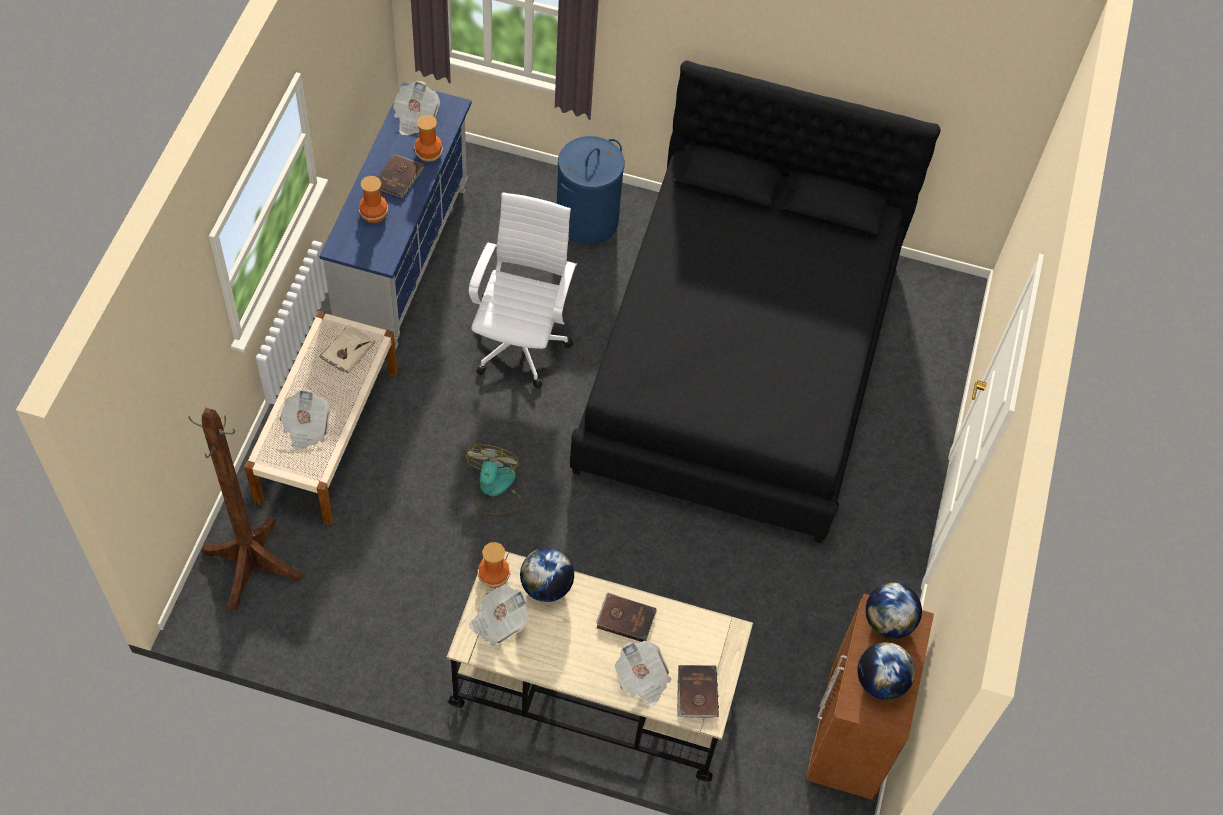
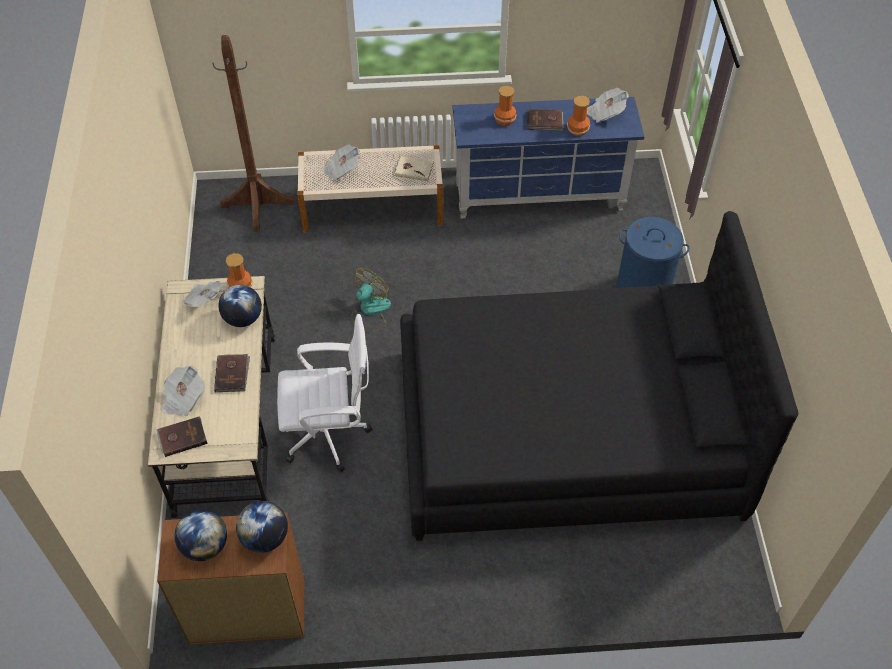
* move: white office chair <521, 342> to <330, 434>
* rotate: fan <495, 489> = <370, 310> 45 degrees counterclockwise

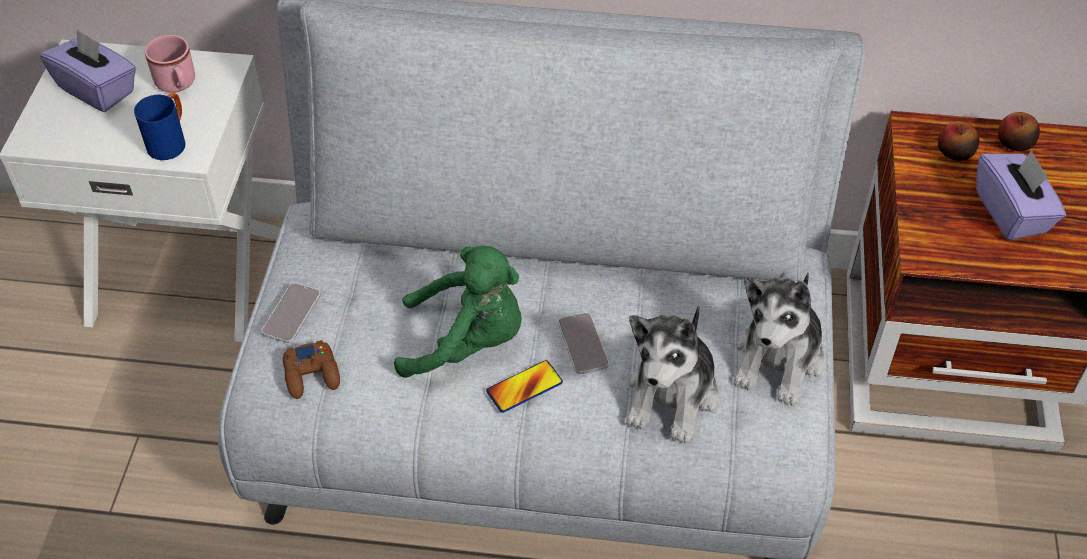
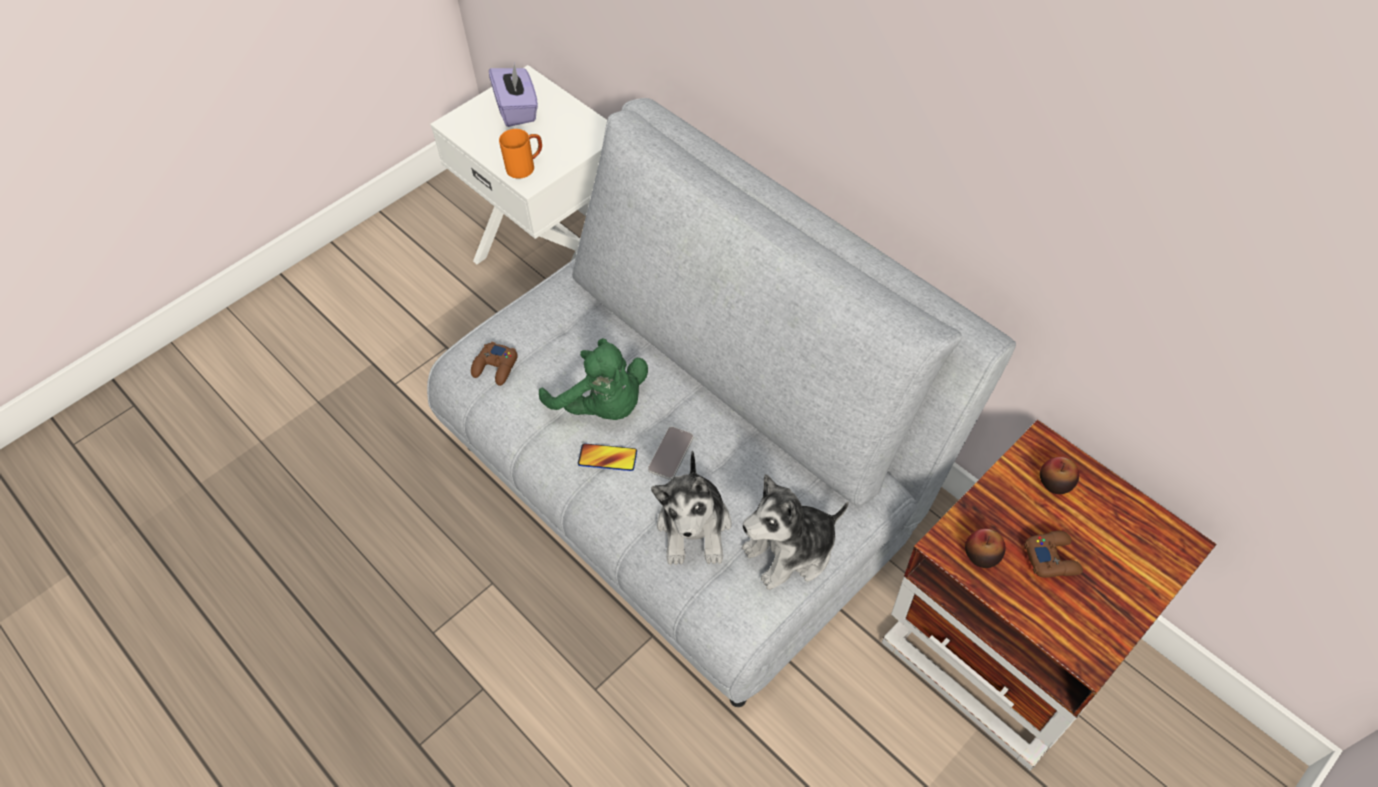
* delete: pink mug <177, 85>
* delete: phone <291, 313>
* move: apple <1014, 143> to <981, 555>
* replace: purple tissue box <1011, 213> to brown game controller <1052, 558>
* recolor: blue mug <170, 142> to orange mug <525, 167>
* rotate: plush toy <673, 395> = <694, 527> 60 degrees counterclockwise

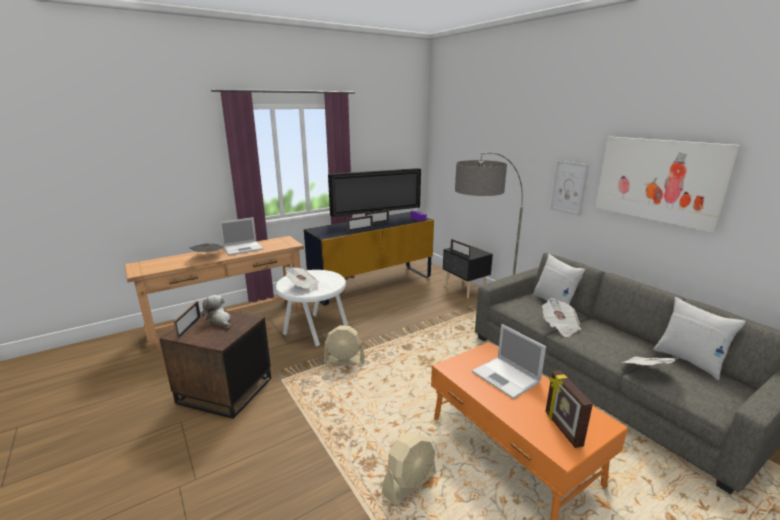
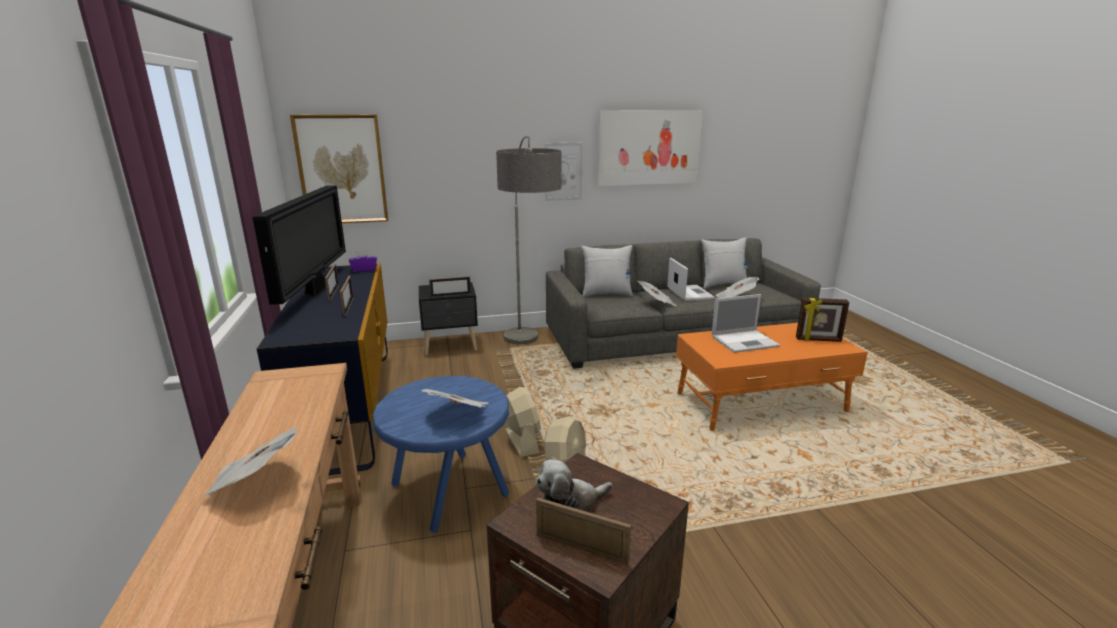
* insert: picture <342, 170>
* move: laptop <243, 248> to <689, 293>
* move: beige fan <409, 483> to <521, 440>
* recolor: white side table <314, 330> to blue side table <449, 492>

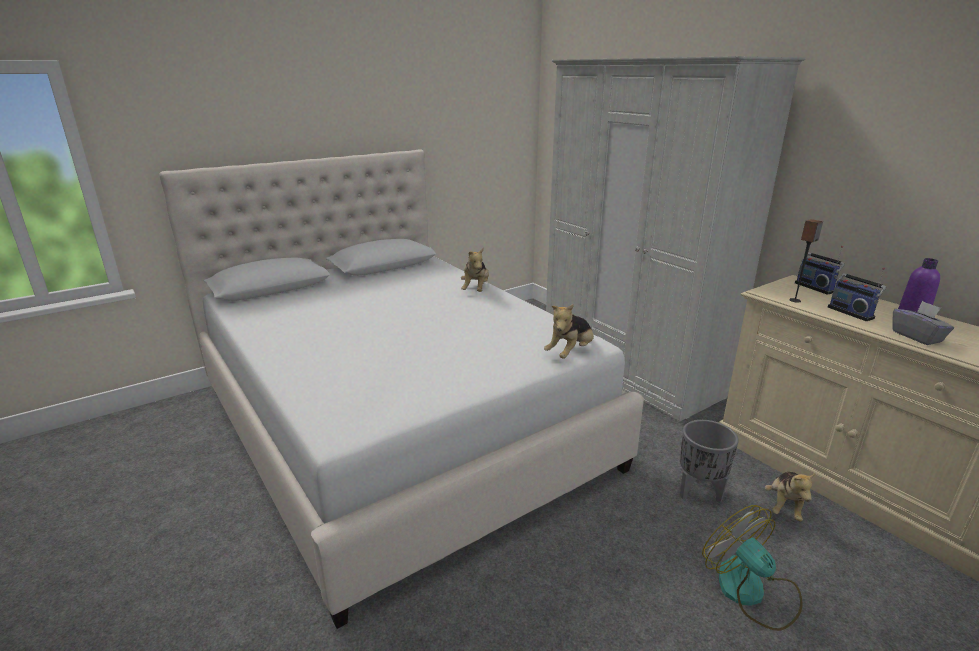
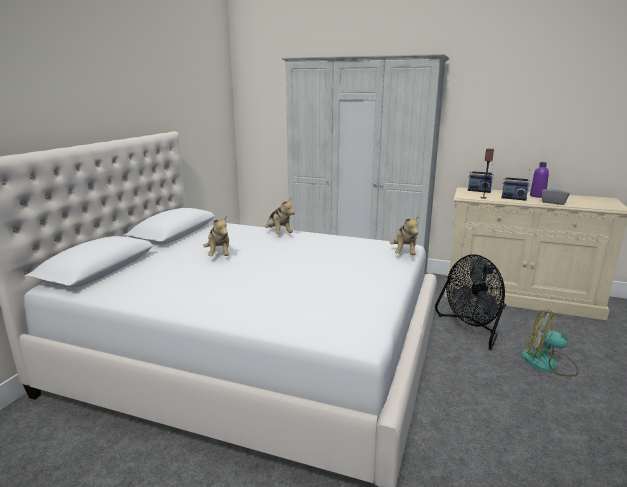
* move: plush toy <784, 506> to <219, 255>
* replace: grey planter <699, 492> to black fan <472, 327>

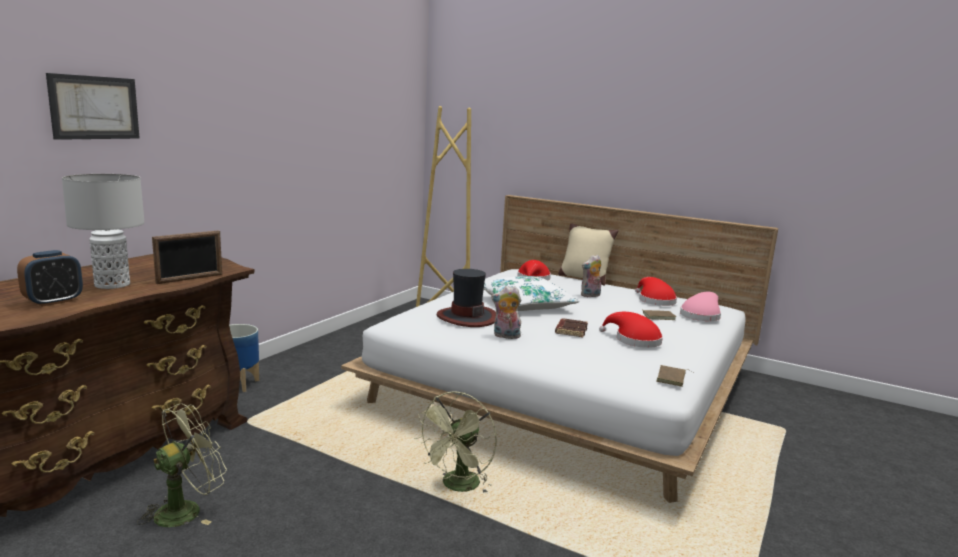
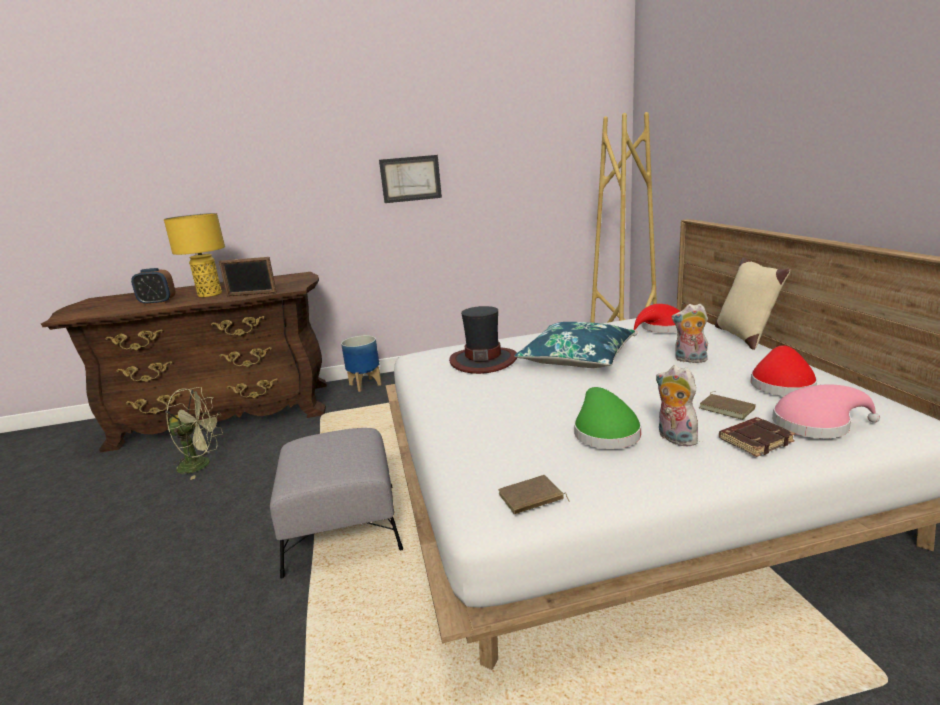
* move: picture <94, 107> to <410, 179>
* move: plush toy <505, 336> to <674, 438>
* move: brown book <570, 330> to <755, 440>
* replace: green fan <458, 487> to grey ottoman <342, 528>
* recolor: white table lamp <112, 284> to yellow table lamp <210, 294>
* recolor: white pillow <525, 304> to blue pillow <576, 357>
* recolor: red hat <634, 340> to green hat <604, 432>

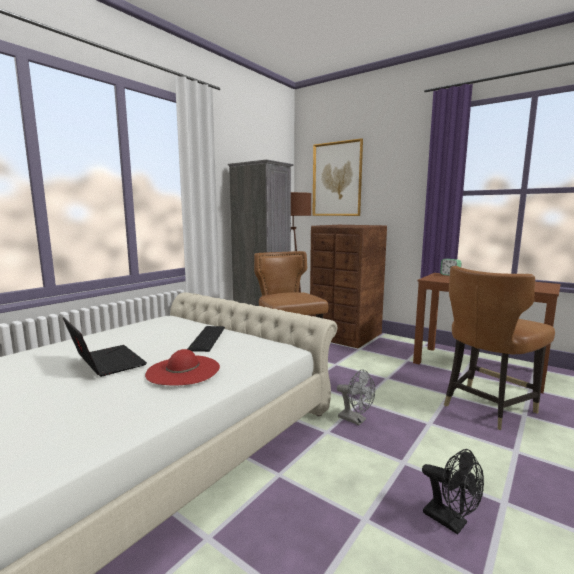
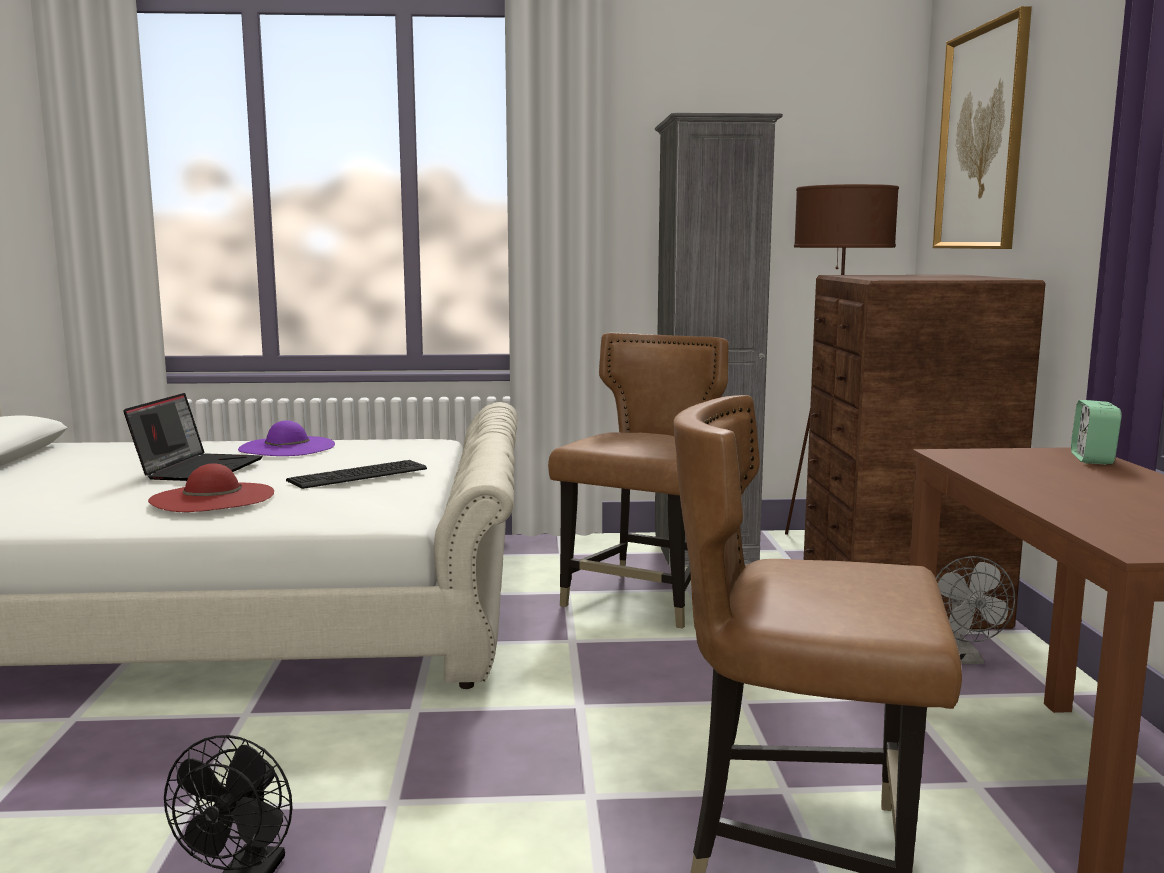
* insert: purple hat <287, 447>
* move: grey fan <356, 420> to <964, 658>

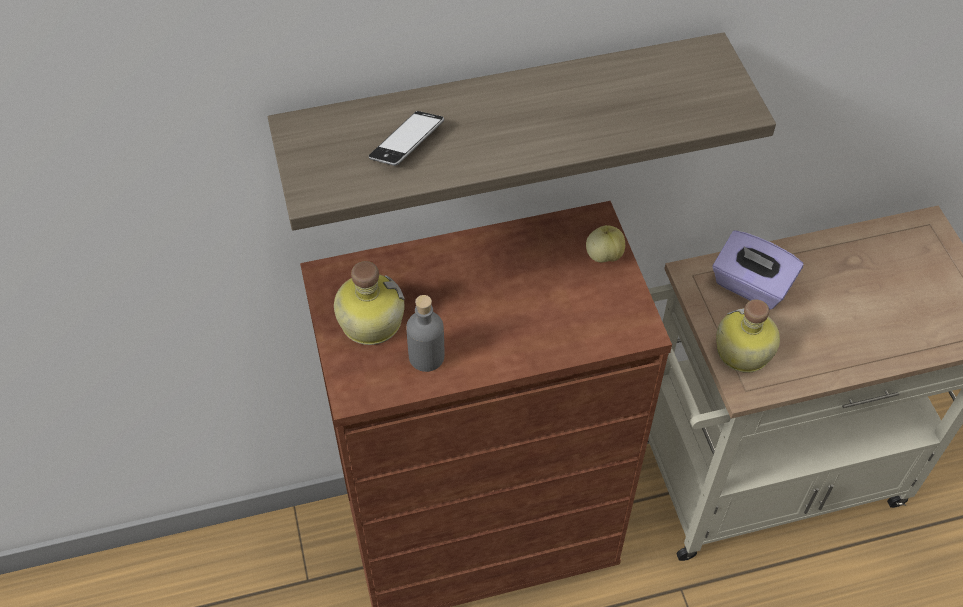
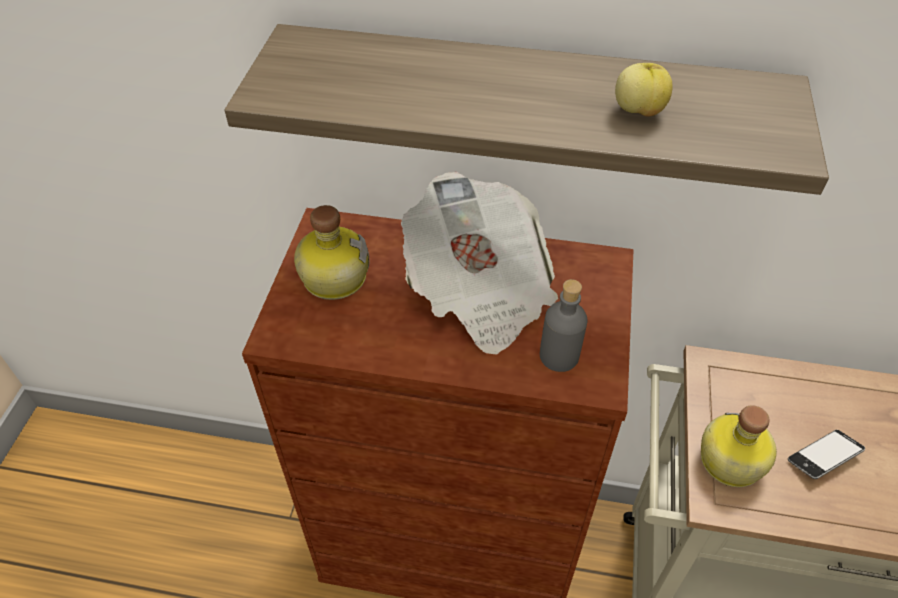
* delete: purple tissue box <750, 286>
* insert: newspaper <479, 291>
* move: phone <407, 143> to <823, 457>
* move: grey bottle <426, 357> to <559, 356>
* move: apple <604, 255> to <638, 110>

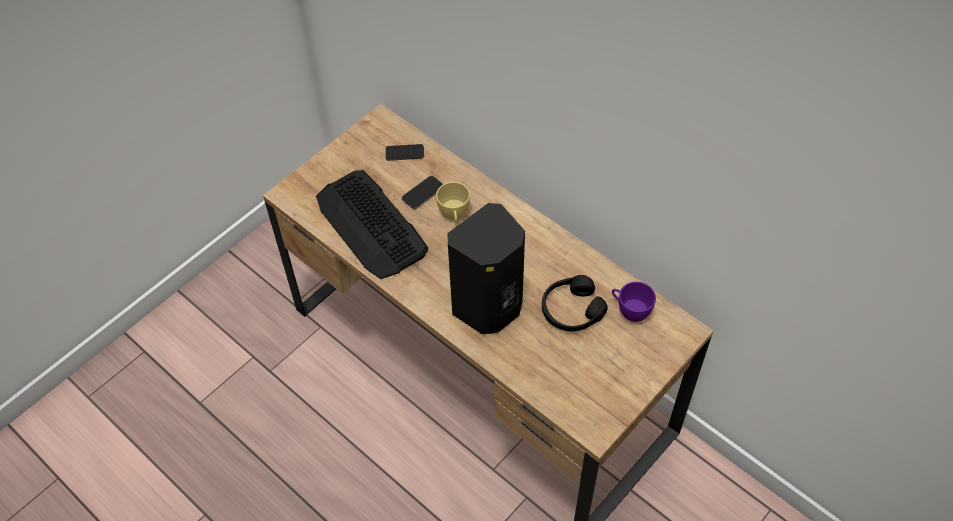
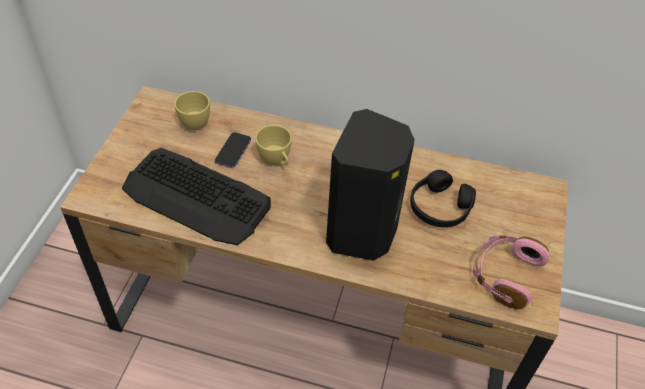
* delete: purple cup <630, 311>
* insert: pink headphones <504, 275>
* replace: phone <404, 153> to yellow cup <193, 121>

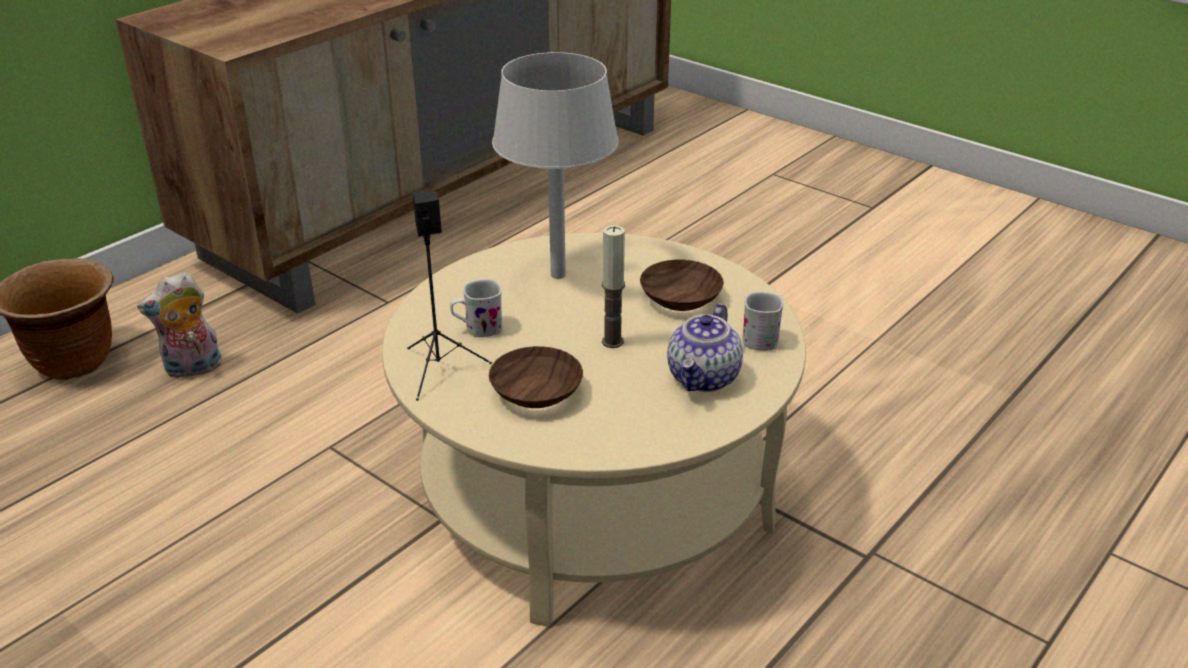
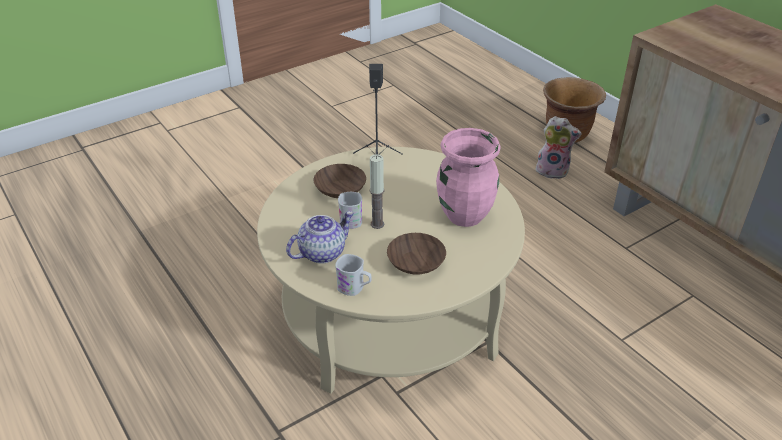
* move: white mug <477, 329> to <351, 219>
* replace: grey table lamp <557, 275> to pink vase <465, 215>
* rotate: plush toy <193, 369> = <553, 171> 120 degrees clockwise
* rotate: teapot <704, 378> = <322, 252> 105 degrees clockwise

